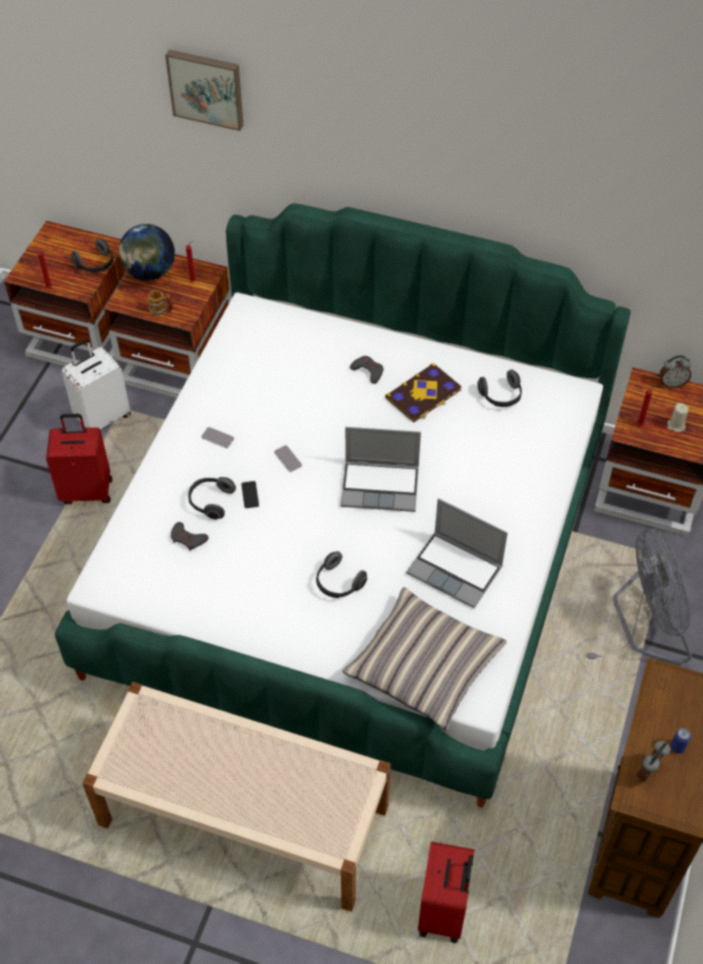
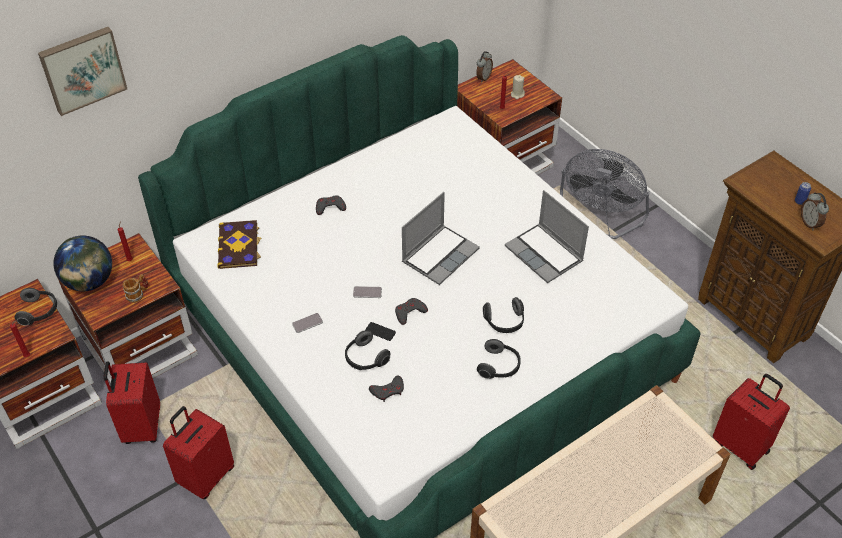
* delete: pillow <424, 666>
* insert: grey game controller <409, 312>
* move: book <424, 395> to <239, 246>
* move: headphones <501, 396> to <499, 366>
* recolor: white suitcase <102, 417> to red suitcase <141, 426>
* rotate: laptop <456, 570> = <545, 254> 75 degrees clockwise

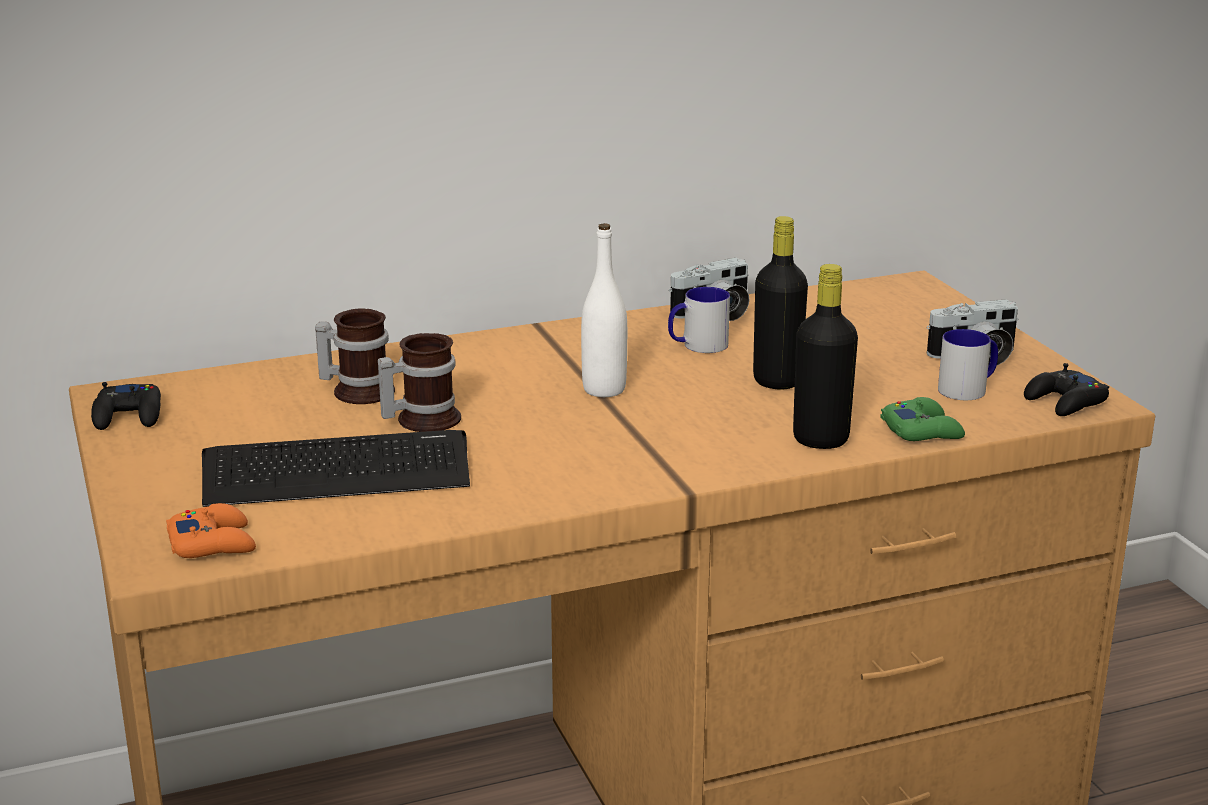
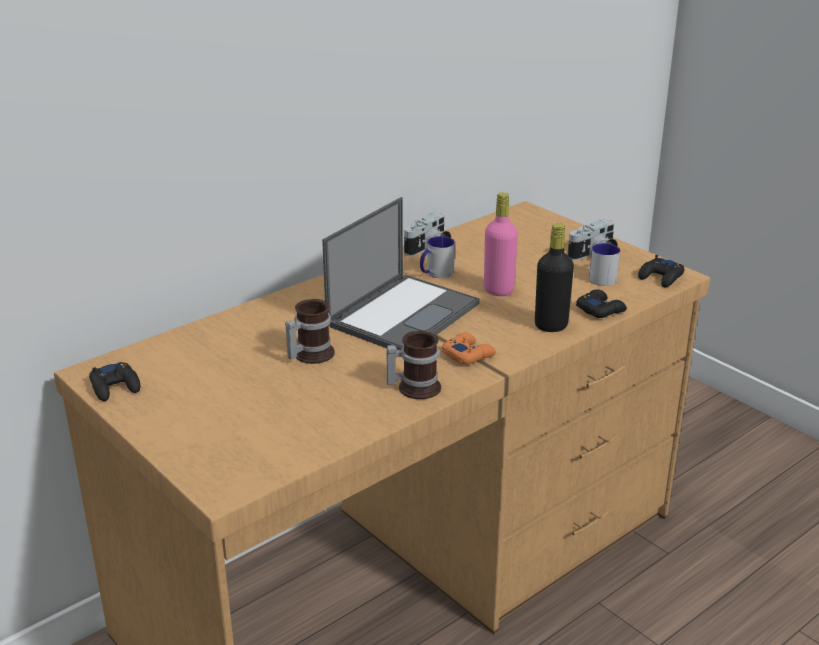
* delete: keyboard <336, 471>
* move: orange game controller <213, 543> to <468, 354>
* move: mug <359, 390> to <415, 387>
* replace: white bottle <604, 389> to laptop <404, 313>
* recolor: black bottle <776, 381> to pink bottle <498, 290>
* recolor: green game controller <922, 430> to black game controller <600, 309>

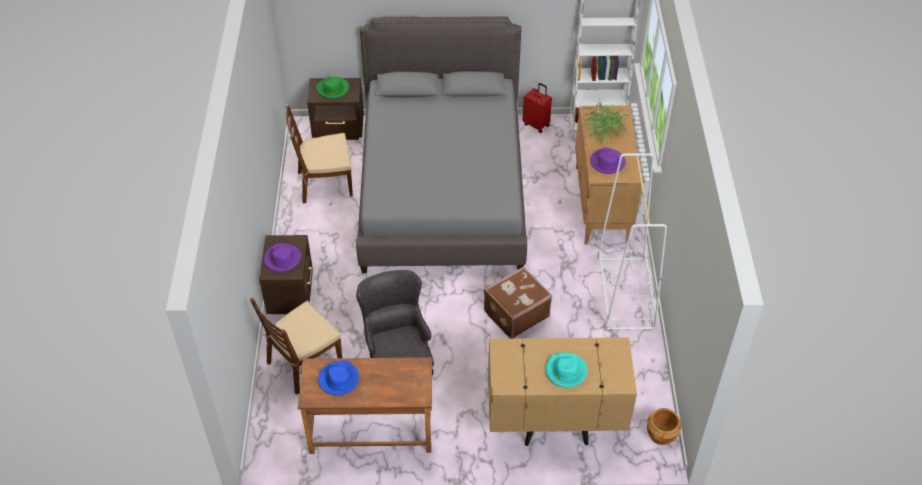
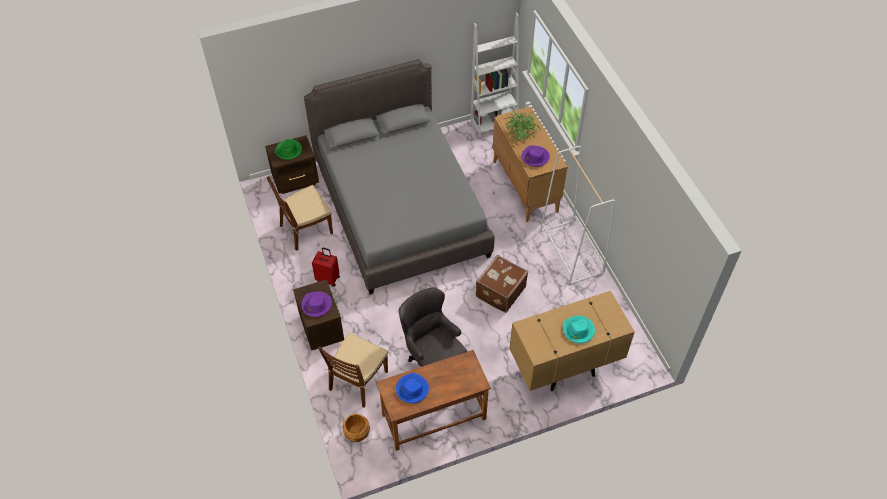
* move: red suitcase <536, 124> to <328, 278>
* move: brown planter <661, 435> to <357, 434>

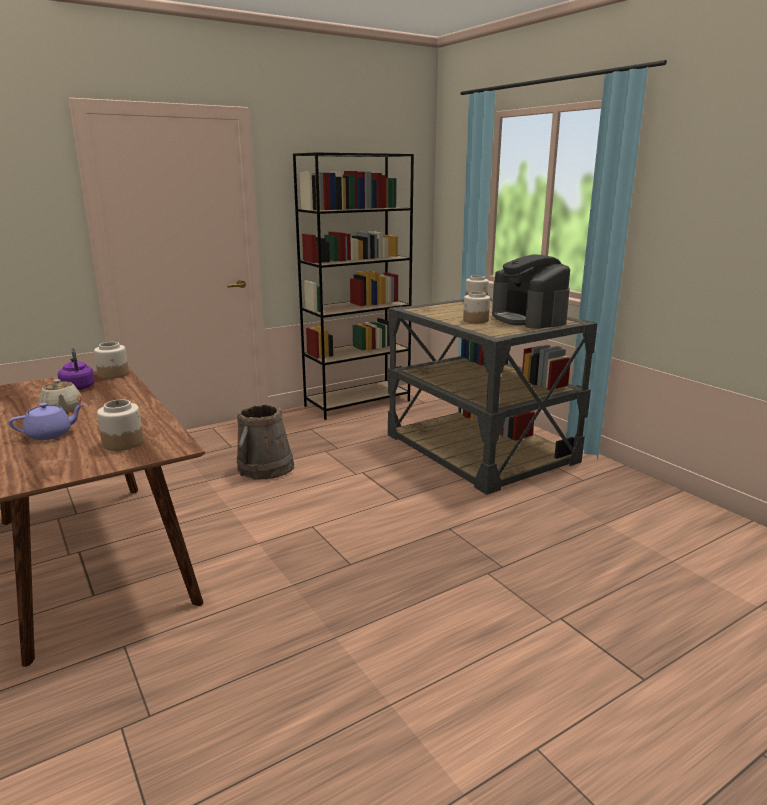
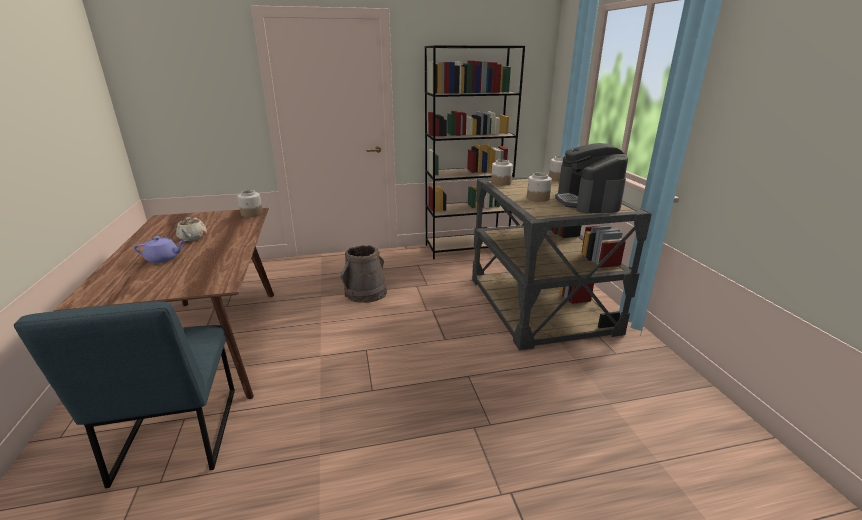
* delete: purple kettle <78, 387>
* insert: blue chair <175, 437>
* move: jar <123, 443> to <501, 182>

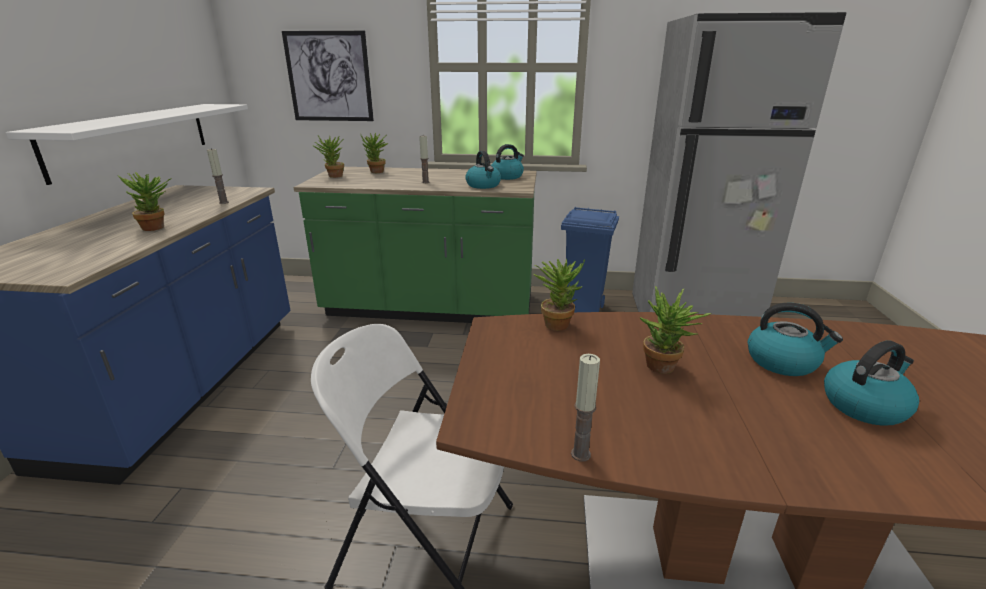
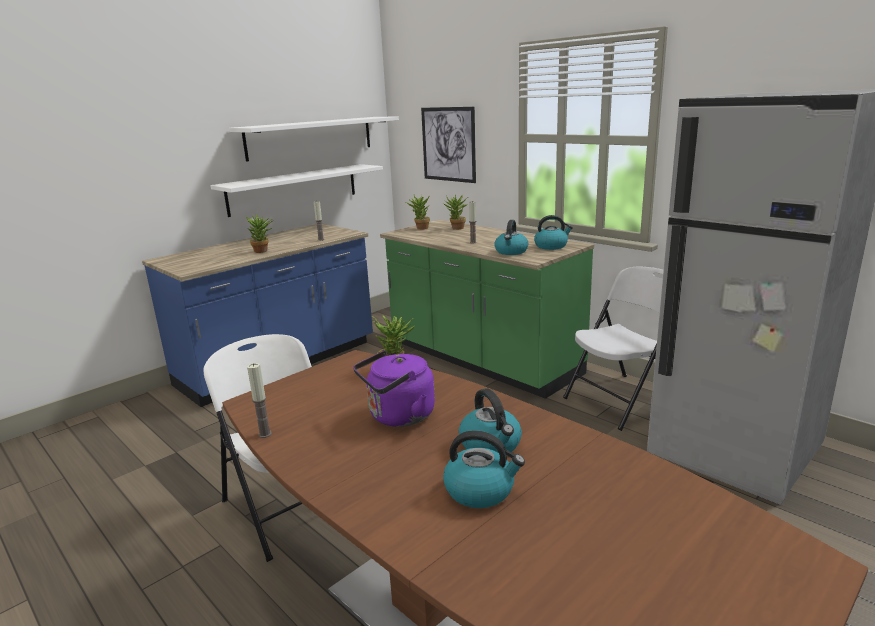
* insert: white shelf <310, 137>
* replace: blue trash can <584, 309> to white chair <622, 401>
* replace: potted plant <664, 369> to purple kettle <398, 417>

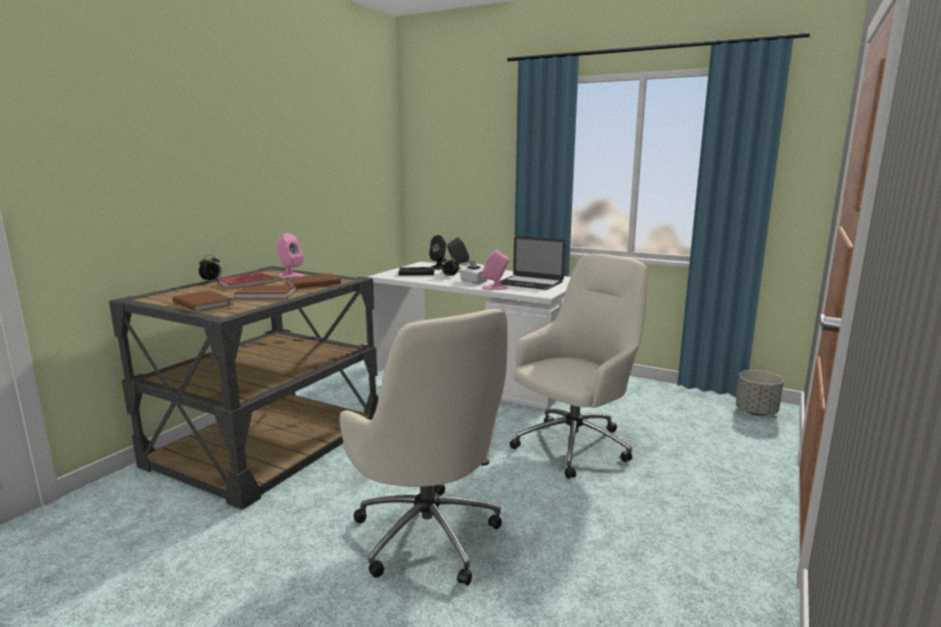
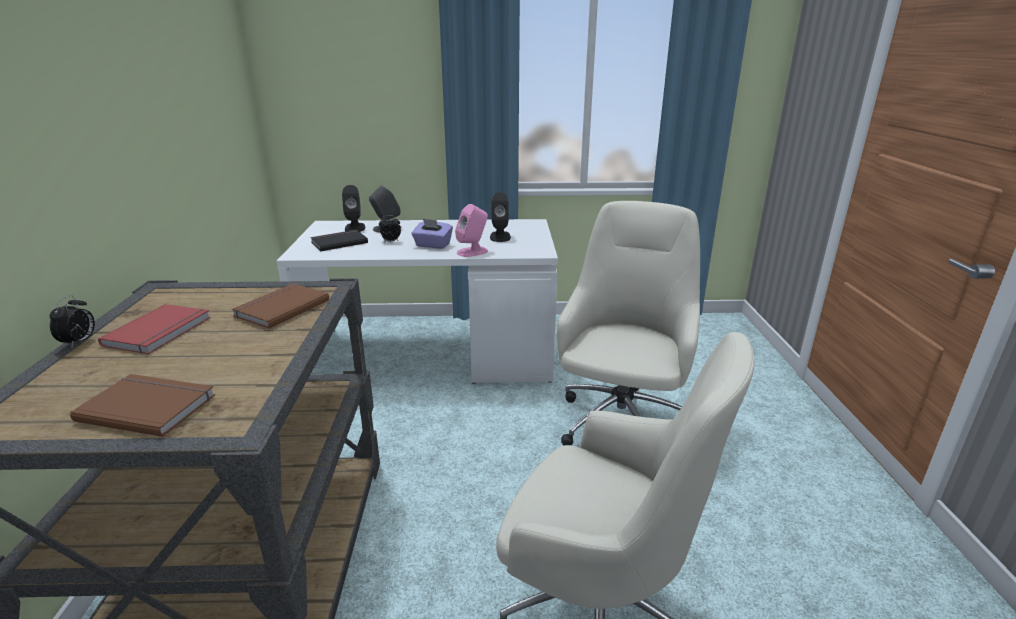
* delete: brown book <266, 295>
* delete: pink speaker <290, 276>
* delete: grey planter <756, 411>
* replace: laptop <530, 283> to black speaker <500, 237>
* recolor: white tissue box <473, 281> to purple tissue box <432, 245>

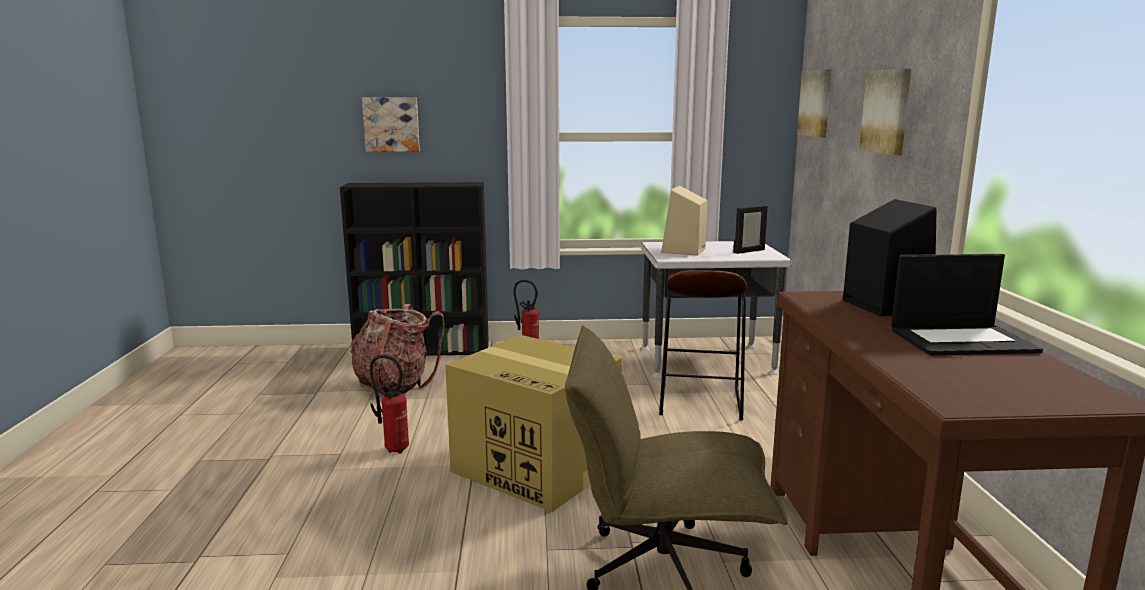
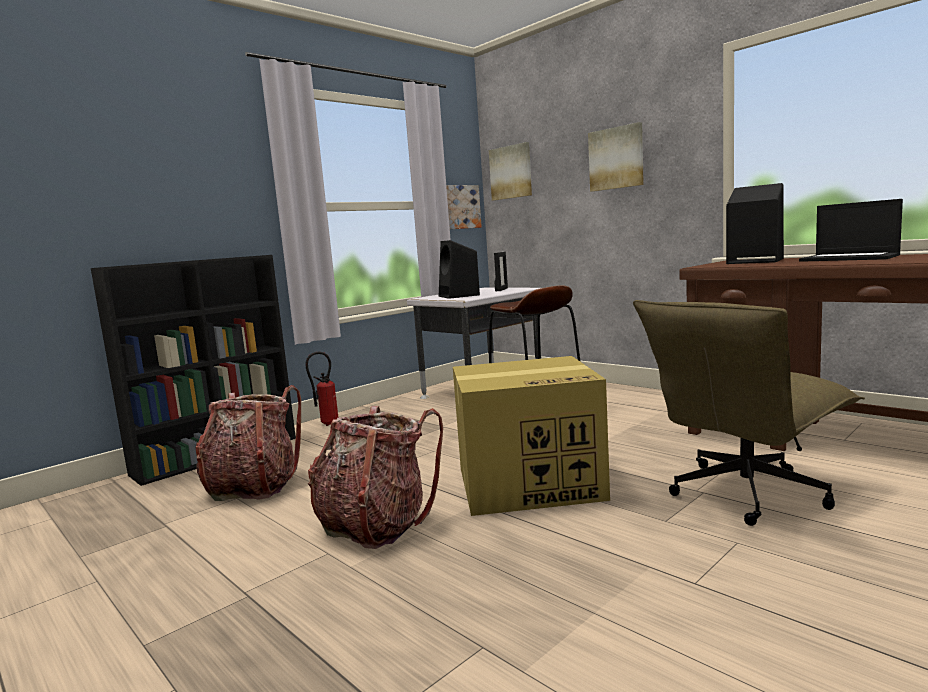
* move: picture <391, 124> to <462, 207>
* replace: fire extinguisher <393, 449> to backpack <376, 525>
* recolor: beige speaker <683, 251> to black speaker <459, 296>
* rotate: laptop <962, 340> = <850, 258> 90 degrees clockwise

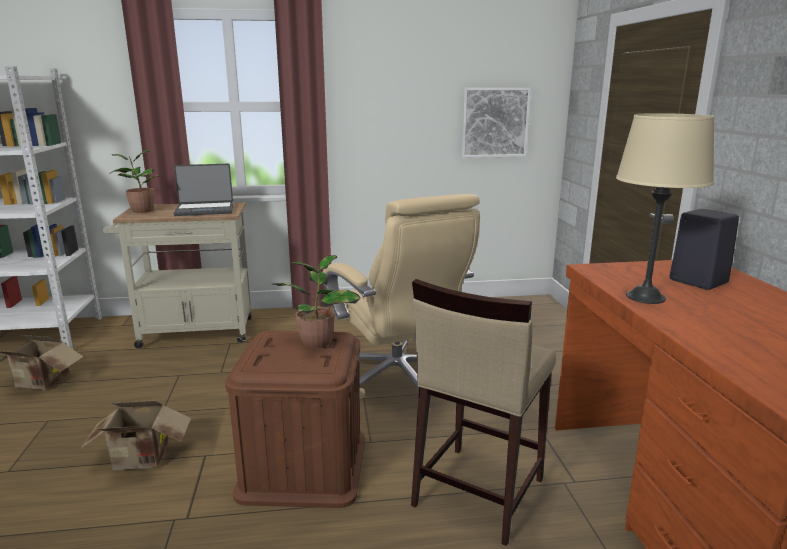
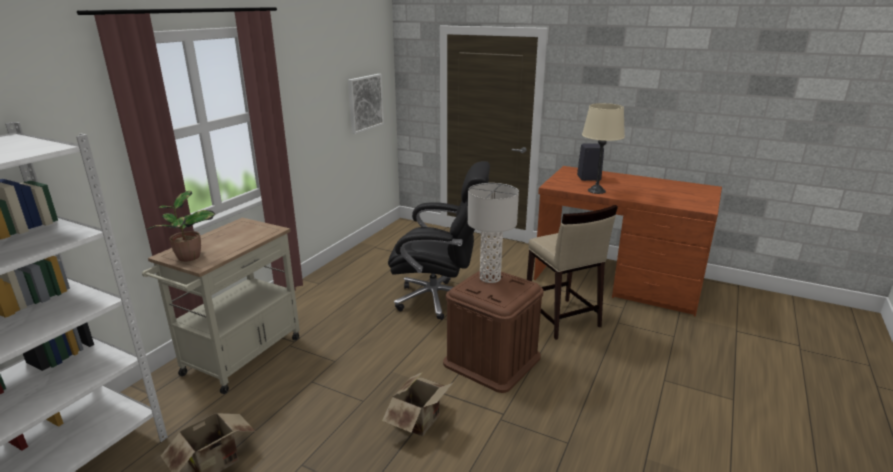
* delete: laptop <205, 210>
* replace: potted plant <317, 341> to white table lamp <490, 278>
* recolor: beige office chair <400, 380> to black office chair <438, 300>

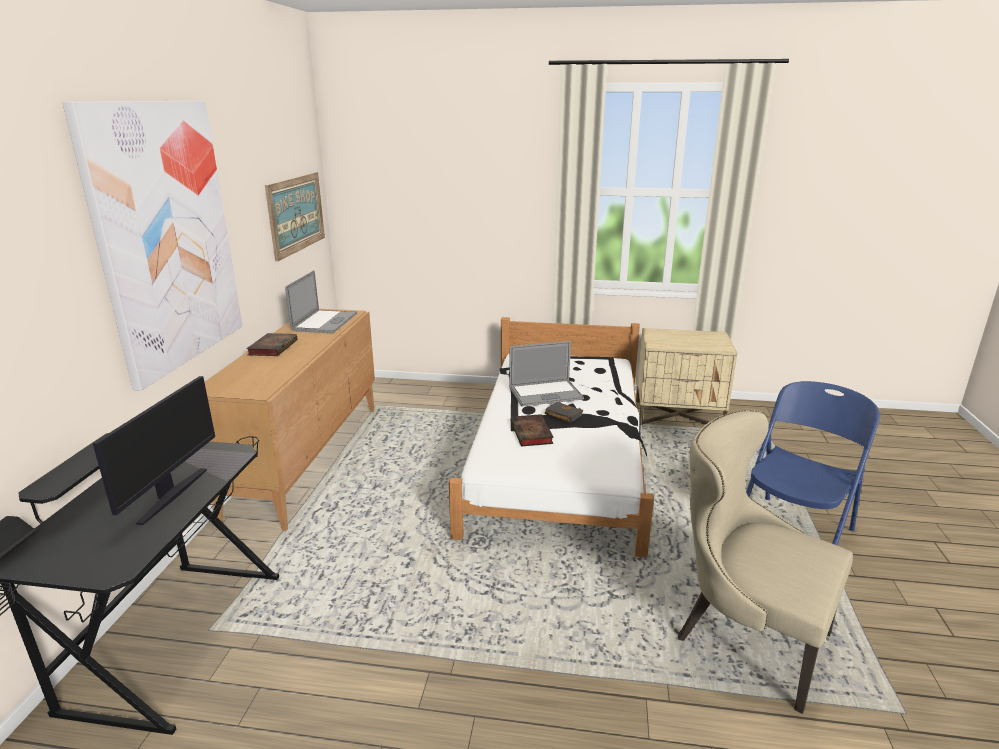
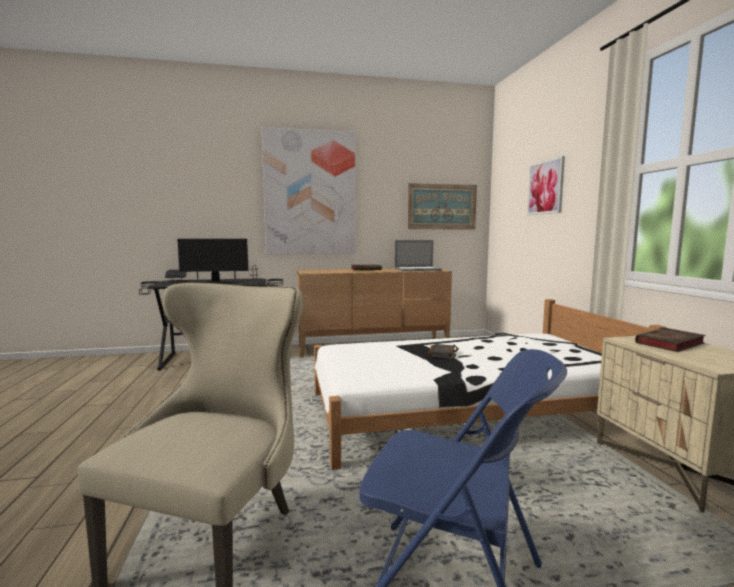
* delete: laptop <545, 393>
* insert: picture <545, 187>
* move: book <532, 434> to <669, 344>

